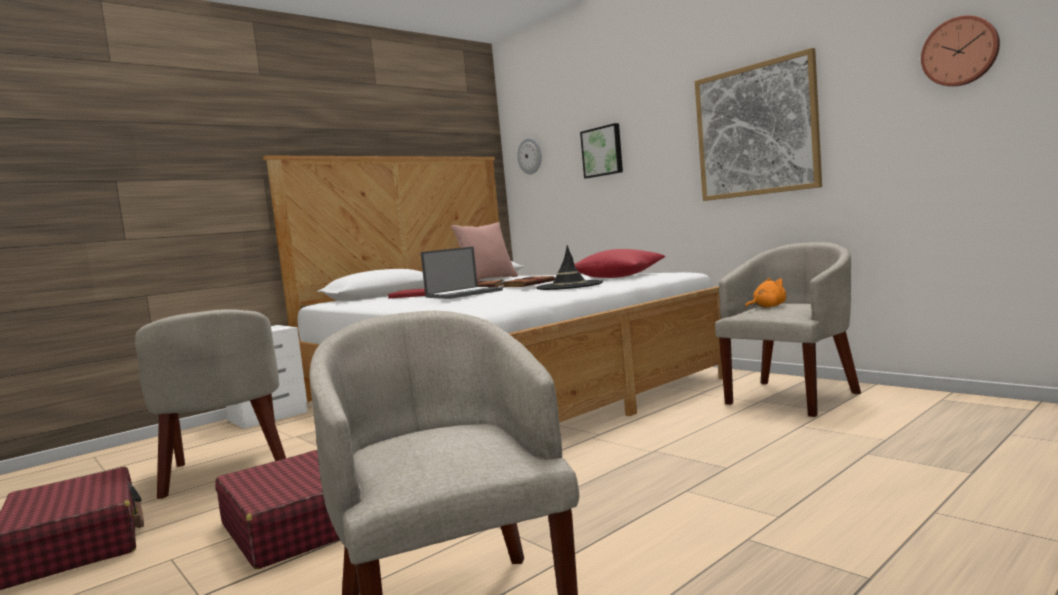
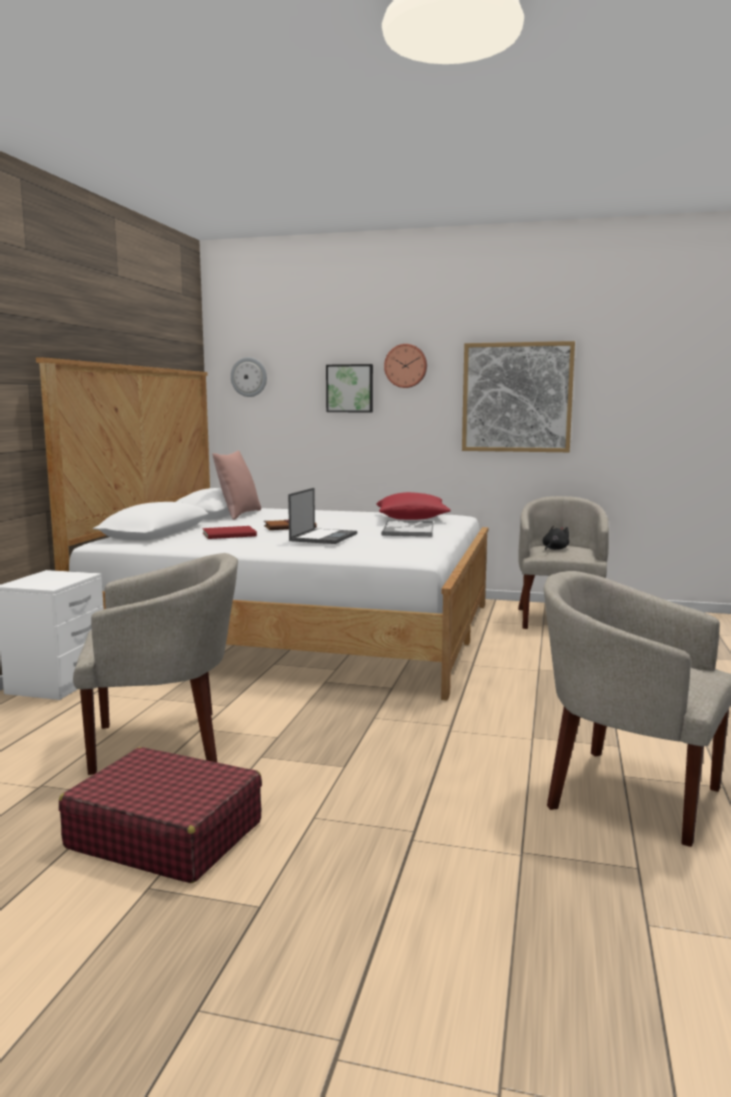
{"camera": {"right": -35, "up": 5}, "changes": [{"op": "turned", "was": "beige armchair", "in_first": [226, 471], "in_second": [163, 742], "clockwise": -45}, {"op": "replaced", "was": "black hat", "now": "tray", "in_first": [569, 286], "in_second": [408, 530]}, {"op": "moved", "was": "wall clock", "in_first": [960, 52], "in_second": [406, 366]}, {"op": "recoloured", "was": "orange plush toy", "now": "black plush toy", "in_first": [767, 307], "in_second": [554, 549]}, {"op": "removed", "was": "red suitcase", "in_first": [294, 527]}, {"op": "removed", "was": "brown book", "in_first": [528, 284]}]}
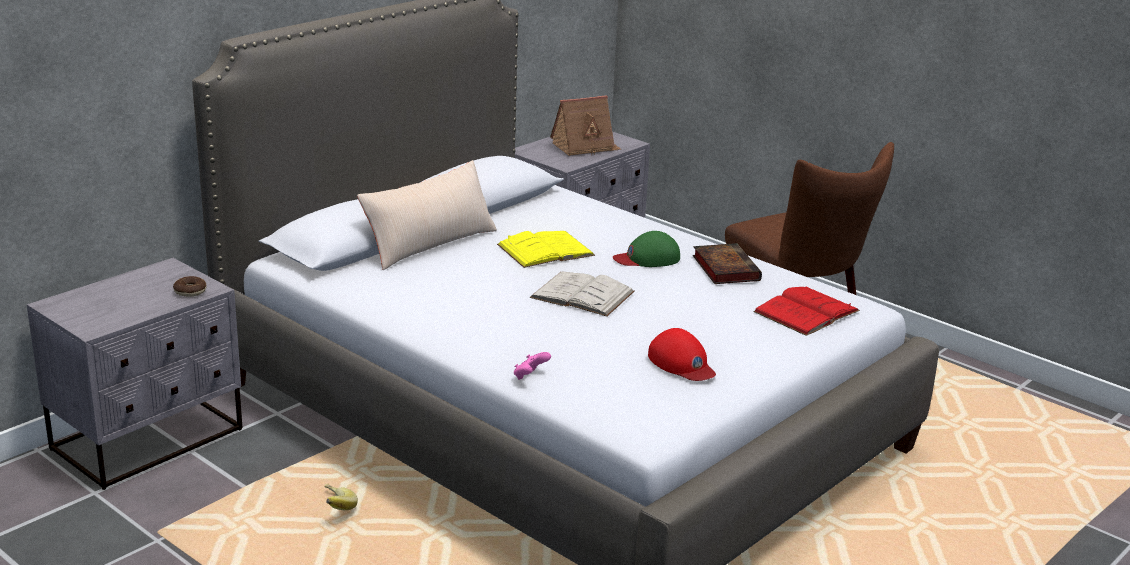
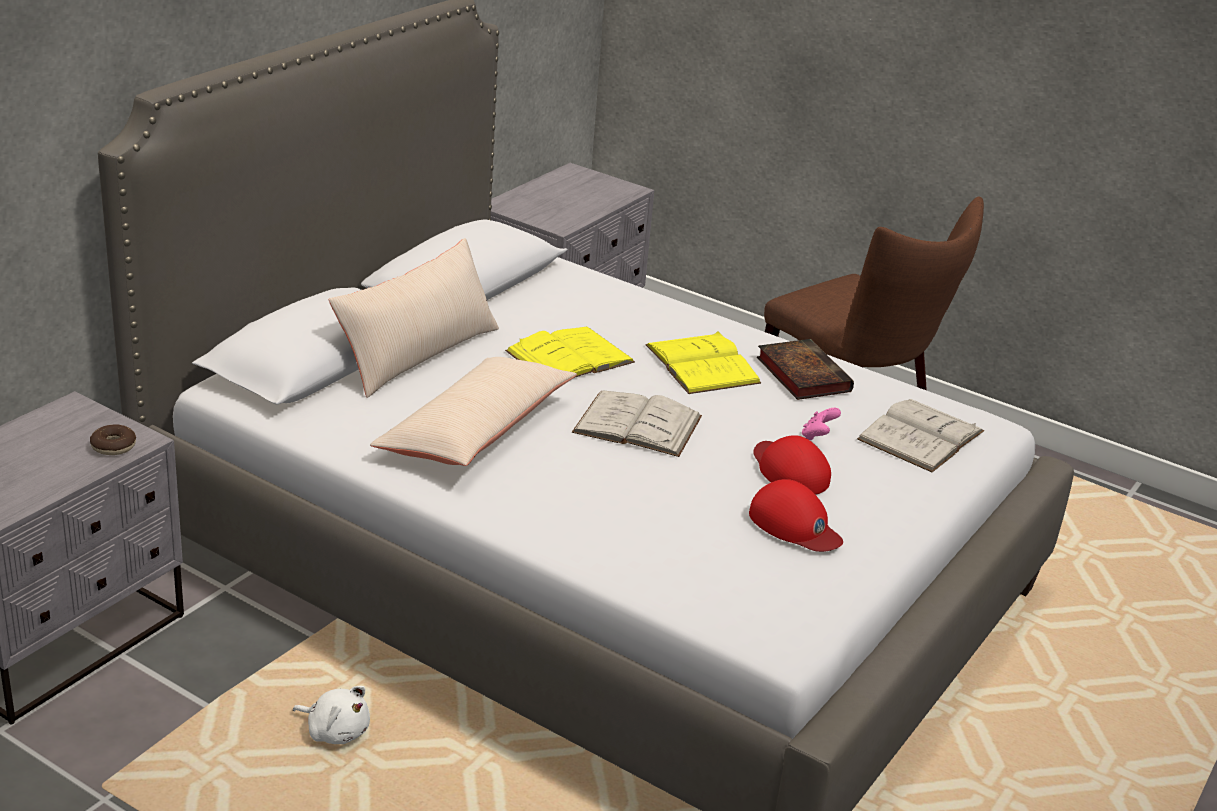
{"camera": {"right": -10, "up": 5}, "changes": [{"op": "replaced", "was": "banana", "now": "white plush toy", "in_first": [334, 509], "in_second": [335, 731]}, {"op": "added", "now": "beige pillow", "in_second": [476, 430]}, {"op": "replaced", "was": "green cap", "now": "yellow book", "in_first": [647, 258], "in_second": [702, 364]}, {"op": "added", "now": "red cap", "in_second": [789, 470]}, {"op": "moved", "was": "pink game controller", "in_first": [530, 376], "in_second": [818, 437]}, {"op": "recoloured", "was": "red book", "now": "white book", "in_first": [806, 311], "in_second": [921, 435]}, {"op": "removed", "was": "toy house", "in_first": [585, 146]}]}
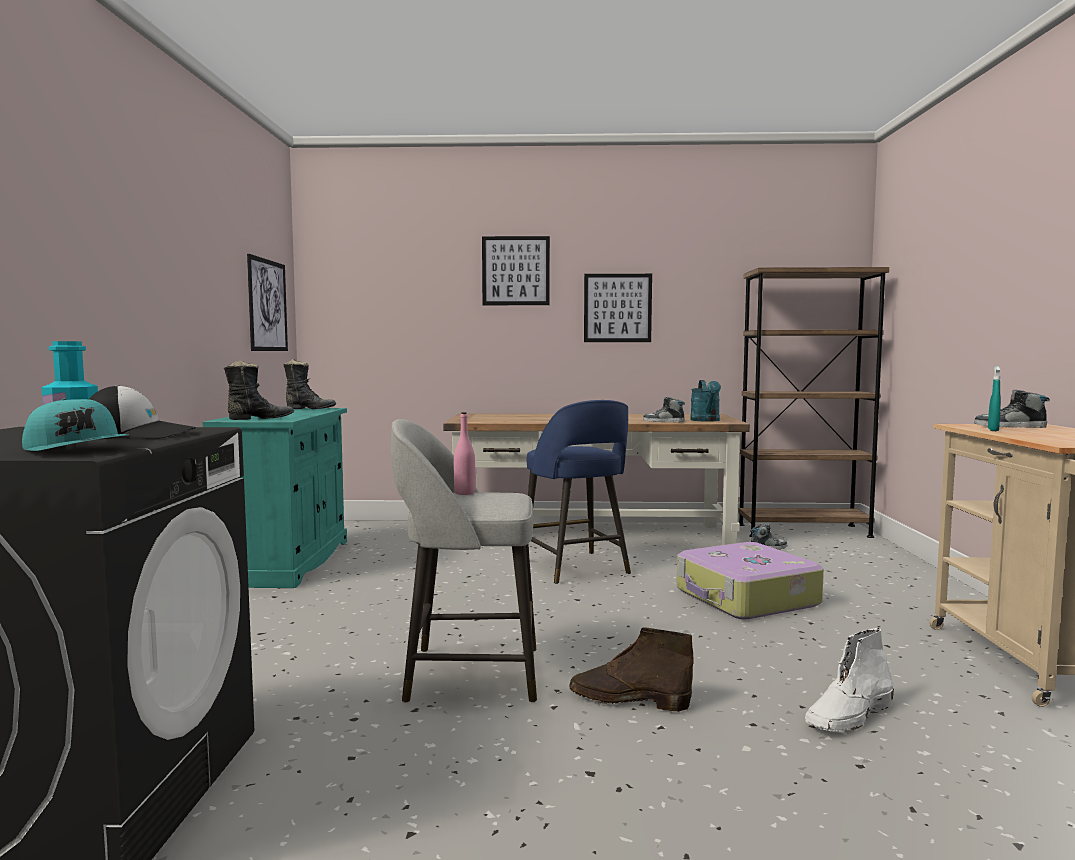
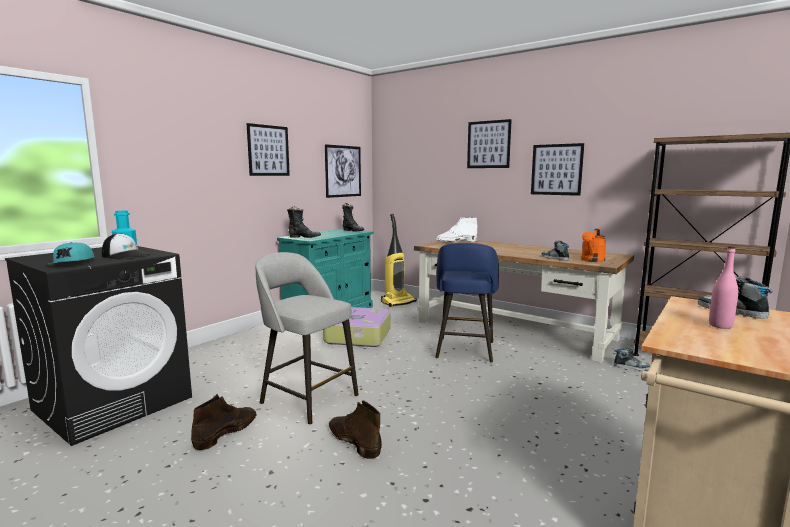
{"camera": {"right": 35, "up": 5}, "changes": [{"op": "added", "now": "brown boot", "in_second": [226, 431]}, {"op": "added", "now": "picture", "in_second": [268, 150]}, {"op": "moved", "was": "suitcase", "in_first": [746, 598], "in_second": [357, 336]}, {"op": "added", "now": "vacuum cleaner", "in_second": [398, 302]}, {"op": "moved", "was": "white boot", "in_first": [849, 715], "in_second": [456, 241]}, {"op": "recoloured", "was": "turquoise watering can", "now": "orange watering can", "in_first": [706, 420], "in_second": [592, 260]}, {"op": "moved", "was": "pink bottle", "in_first": [464, 493], "in_second": [720, 326]}, {"op": "removed", "was": "turquoise spray bottle", "in_first": [993, 430]}]}
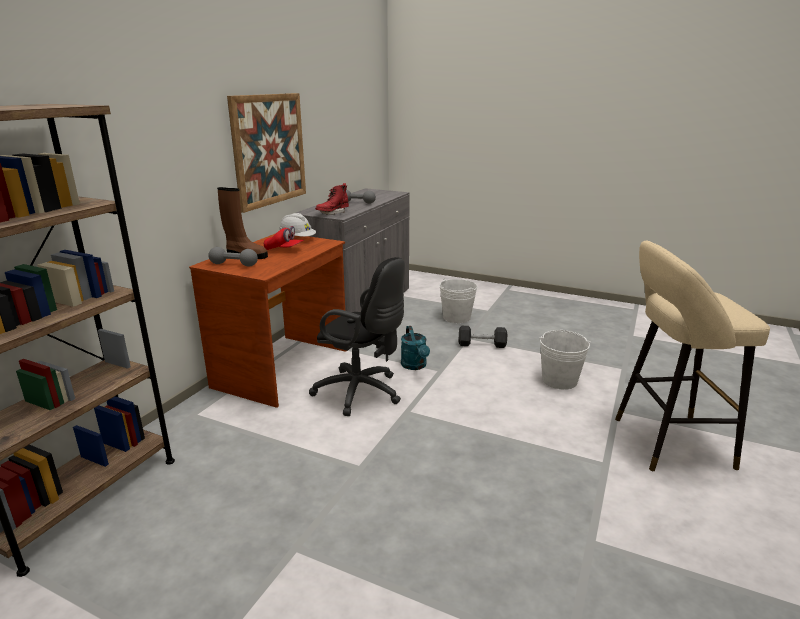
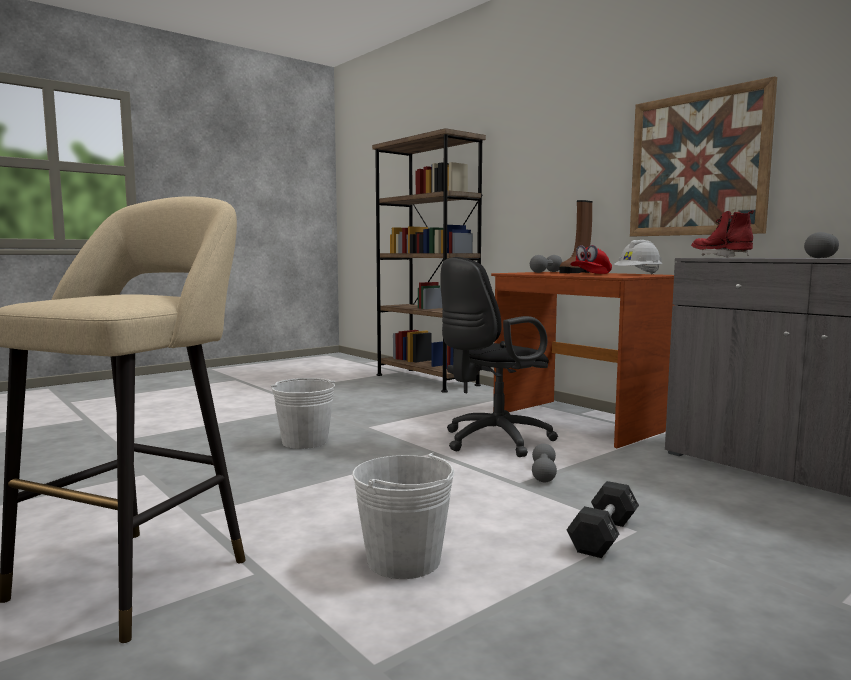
{"camera": {"right": 115, "up": -15}, "changes": [{"op": "moved", "was": "white bucket", "in_first": [456, 317], "in_second": [305, 441]}, {"op": "replaced", "was": "turquoise watering can", "now": "grey dumbbell", "in_first": [415, 366], "in_second": [543, 473]}]}
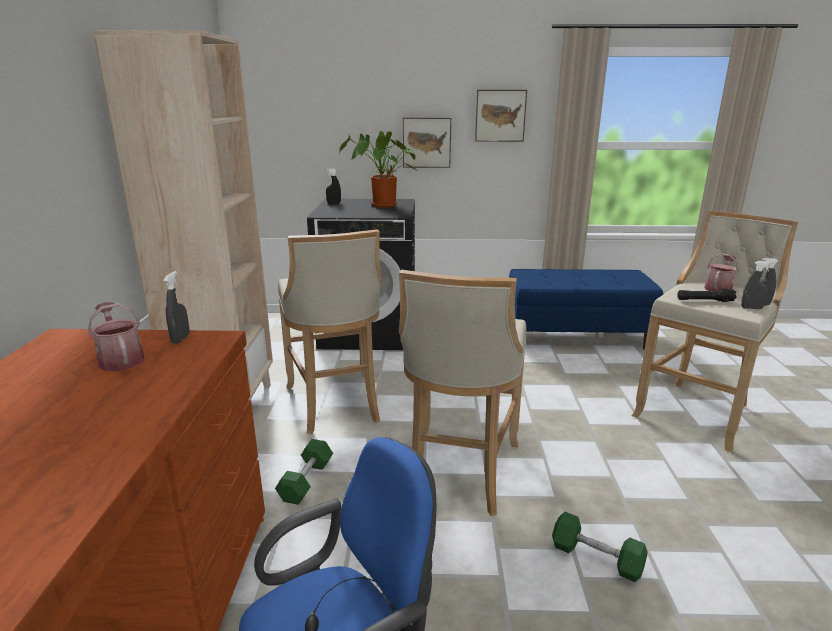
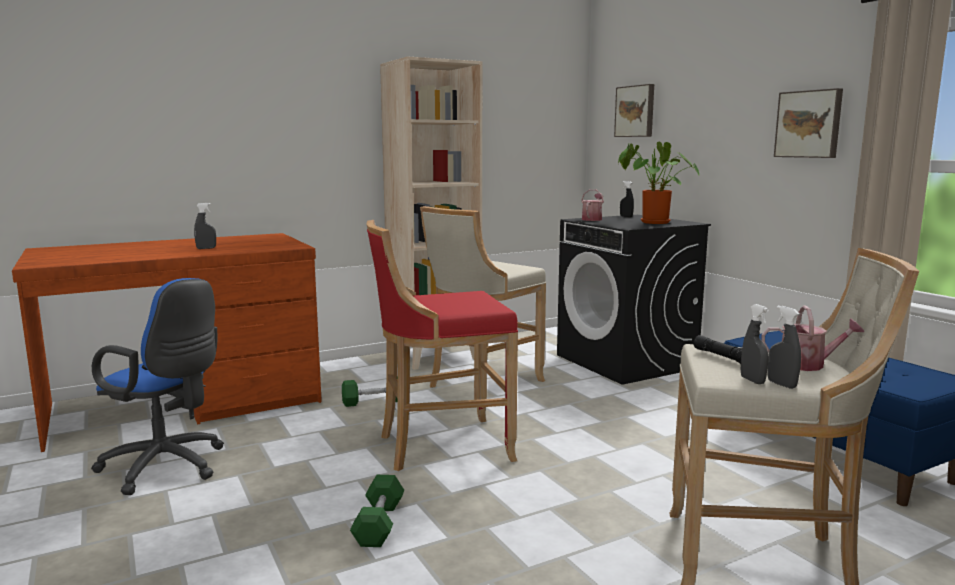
{"camera": {"right": 60, "up": -10}, "changes": [{"op": "moved", "was": "grey spray bottle", "in_first": [180, 339], "in_second": [206, 248]}, {"op": "recoloured", "was": "beige stool", "now": "red stool", "in_first": [459, 473], "in_second": [440, 446]}, {"op": "moved", "was": "watering can", "in_first": [120, 359], "in_second": [592, 219]}, {"op": "moved", "was": "picture", "in_first": [426, 142], "in_second": [635, 111]}]}
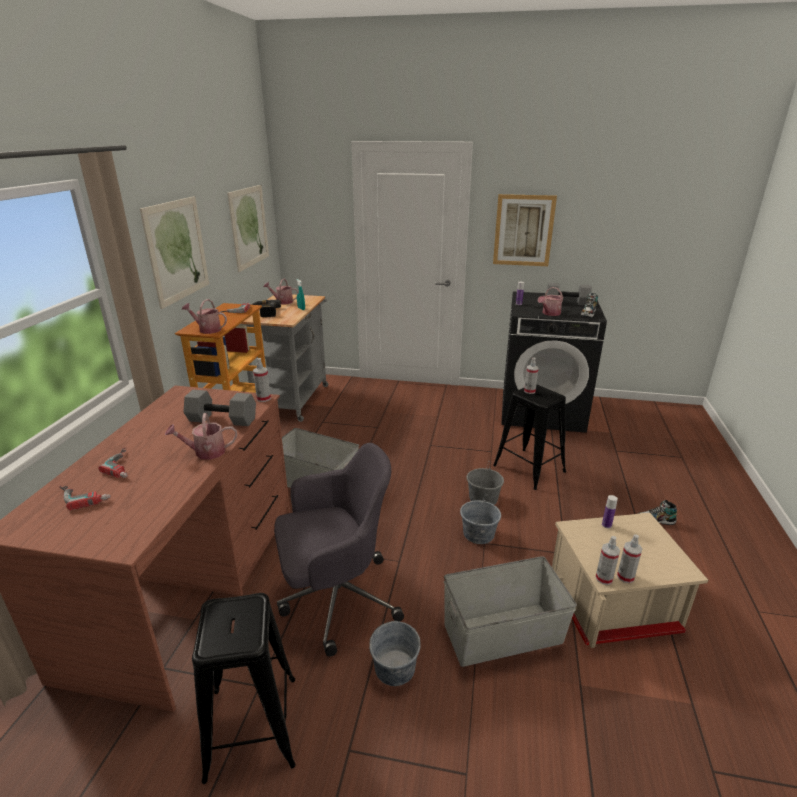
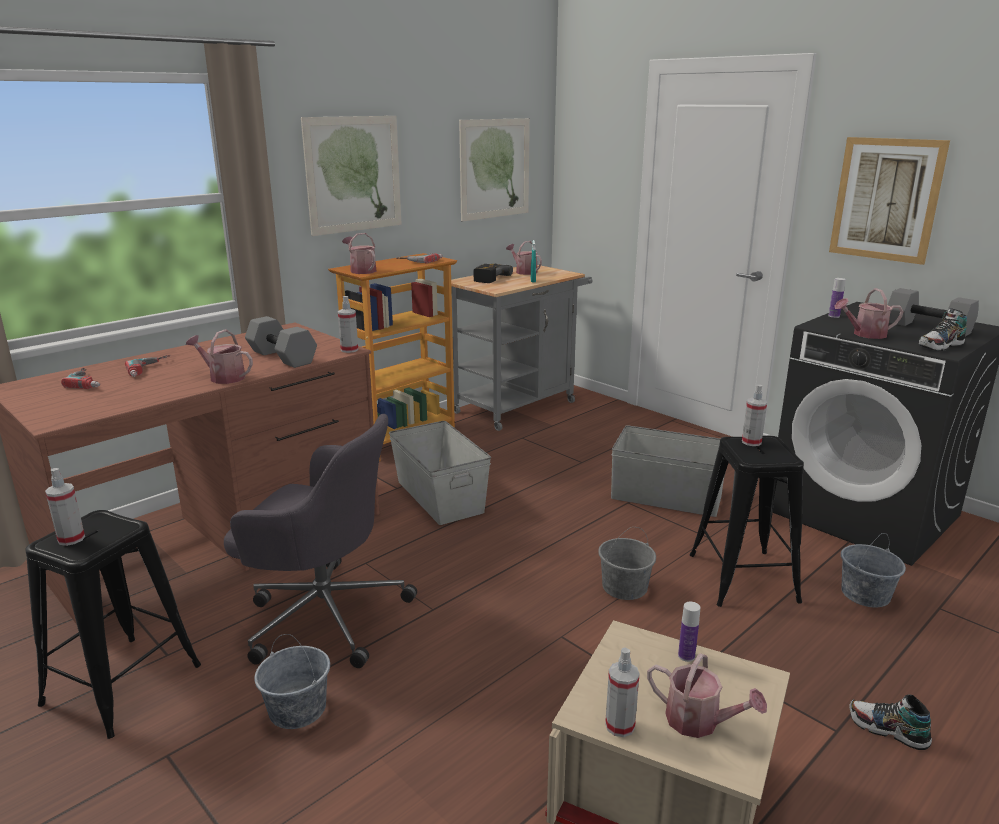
{"camera": {"right": 35, "up": -5}, "changes": [{"op": "moved", "was": "spray bottle", "in_first": [604, 578], "in_second": [71, 539]}, {"op": "moved", "was": "grey storage box", "in_first": [503, 634], "in_second": [666, 497]}, {"op": "added", "now": "watering can", "in_second": [699, 722]}, {"op": "moved", "was": "grey bucket", "in_first": [478, 534], "in_second": [865, 594]}]}
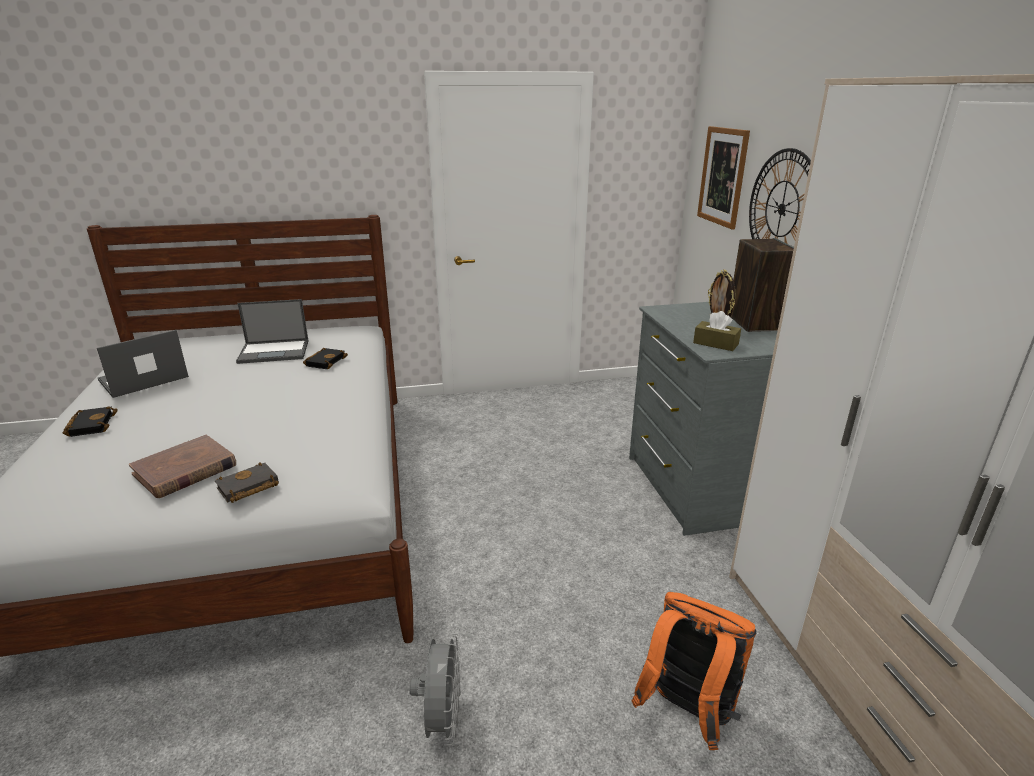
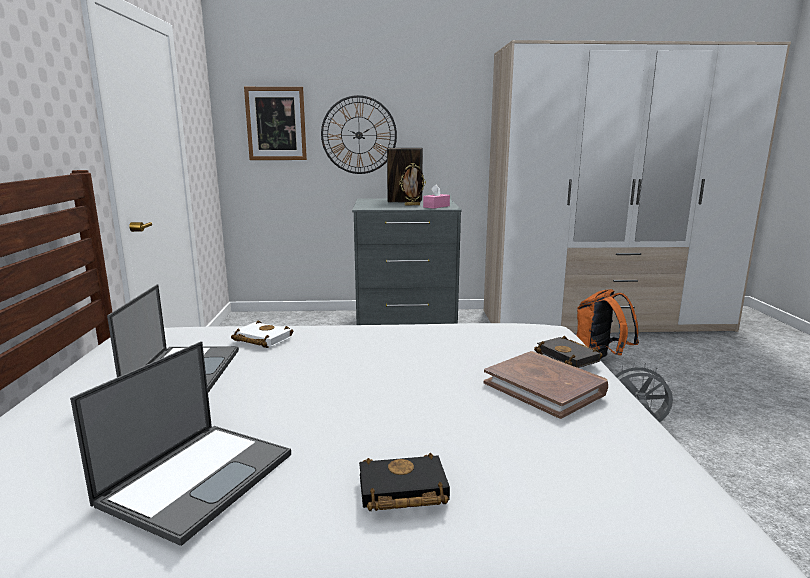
{"camera": {"right": -80, "up": -10}, "changes": [{"op": "turned", "was": "laptop", "in_first": [142, 379], "in_second": [198, 477], "clockwise": -120}, {"op": "recoloured", "was": "black book", "now": "white book", "in_first": [325, 361], "in_second": [260, 339]}, {"op": "recoloured", "was": "brown tissue box", "now": "pink tissue box", "in_first": [715, 343], "in_second": [436, 206]}]}
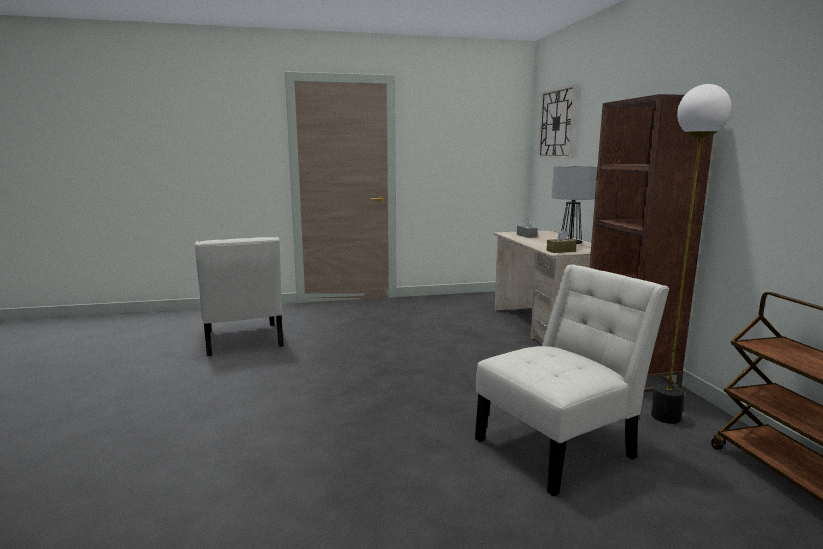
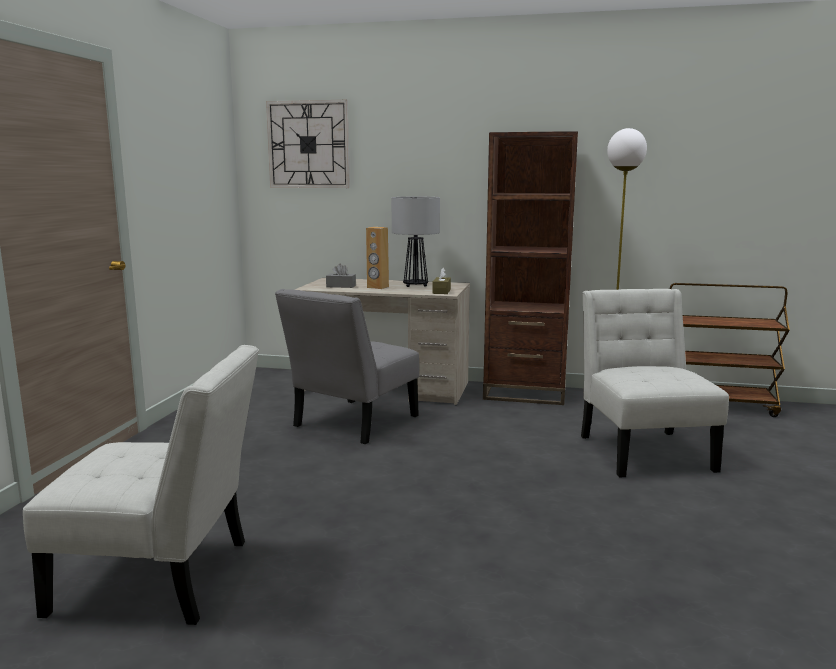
{"camera": {"right": -65, "up": 0}, "changes": [{"op": "added", "now": "grey chair", "in_second": [351, 423]}, {"op": "added", "now": "brown speaker", "in_second": [377, 287]}]}
